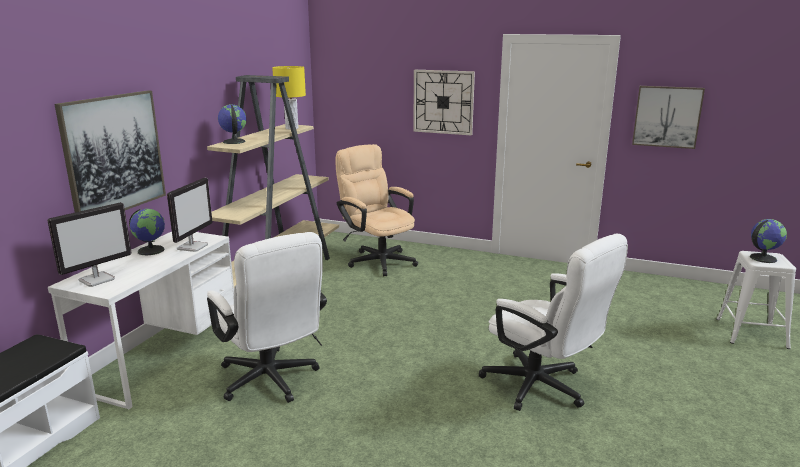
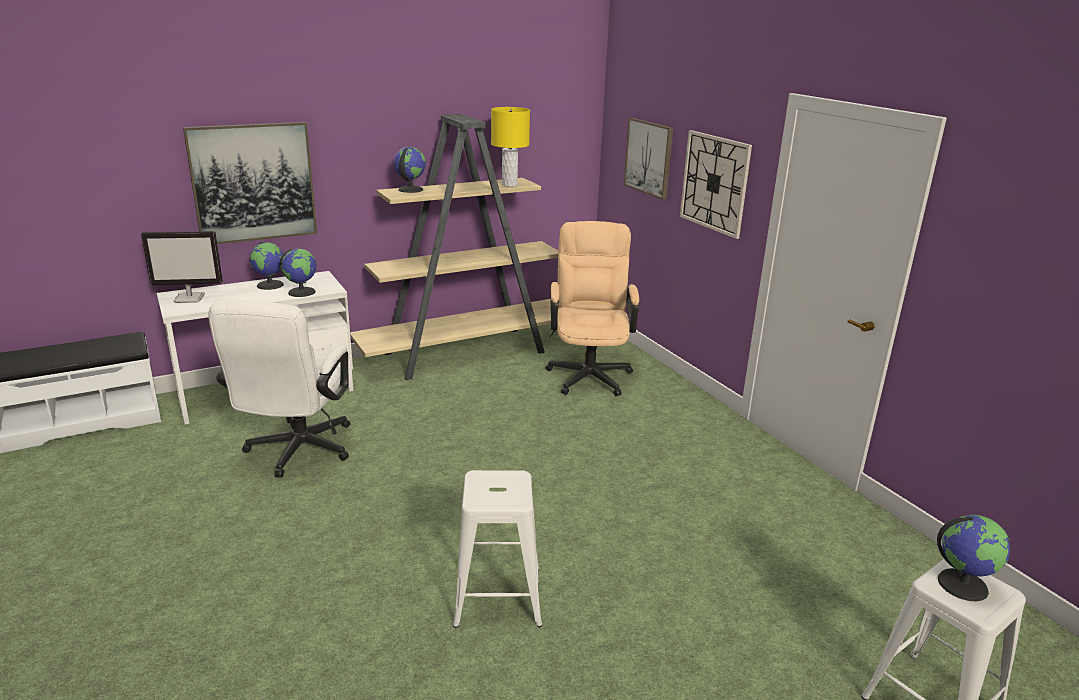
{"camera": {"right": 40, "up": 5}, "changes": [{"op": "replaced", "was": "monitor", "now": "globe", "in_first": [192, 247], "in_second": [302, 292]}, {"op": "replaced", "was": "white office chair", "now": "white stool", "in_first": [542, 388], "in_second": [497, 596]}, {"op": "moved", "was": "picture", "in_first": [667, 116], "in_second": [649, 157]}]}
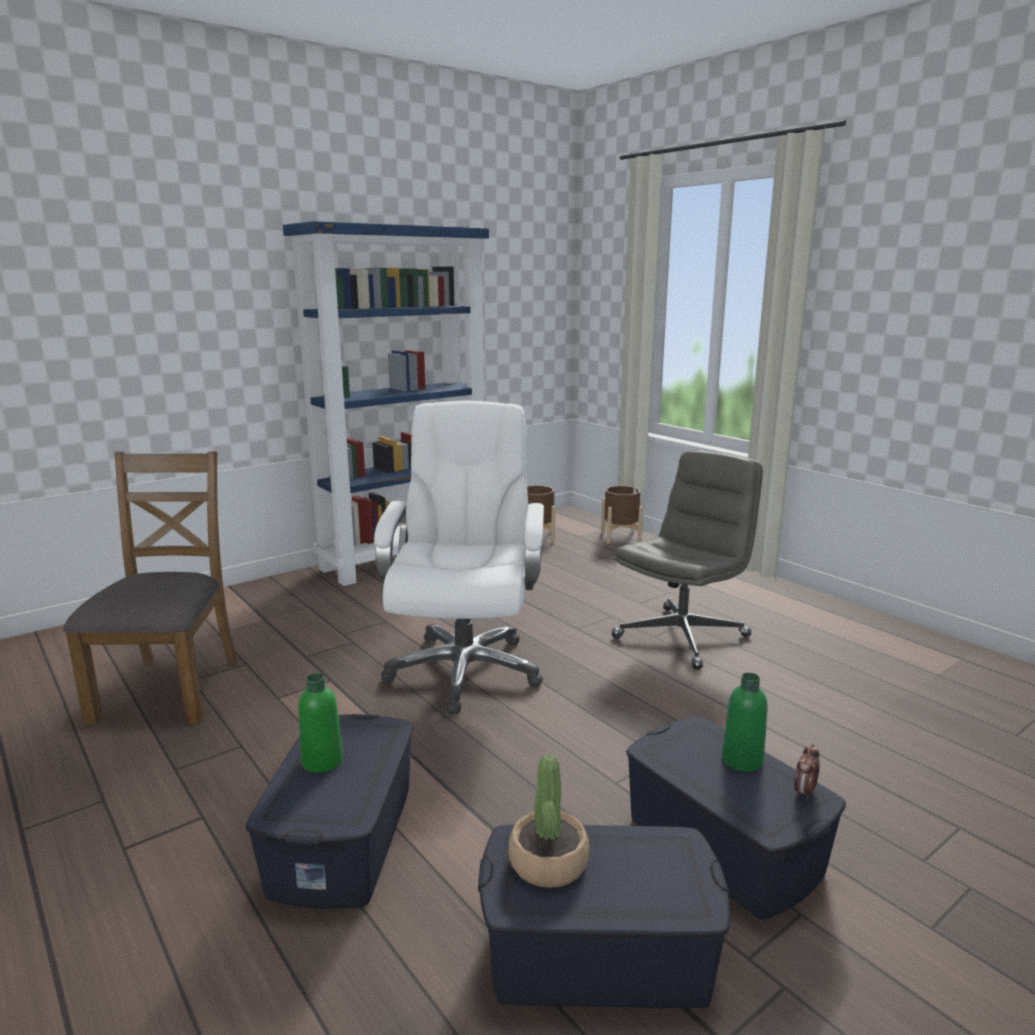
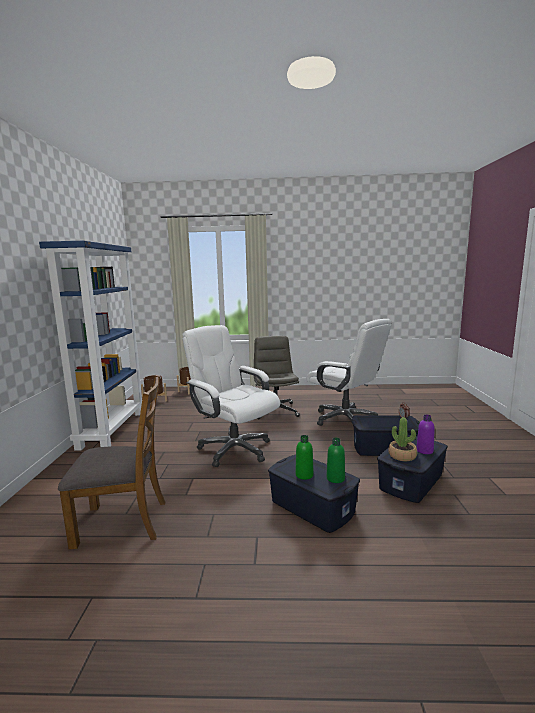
{"camera": {"right": -50, "up": -5}, "changes": [{"op": "turned", "was": "brown chair", "in_first": [170, 688], "in_second": [123, 522], "clockwise": 135}, {"op": "added", "now": "white office chair", "in_second": [346, 419]}, {"op": "moved", "was": "green bottle", "in_first": [742, 760], "in_second": [335, 478]}, {"op": "added", "now": "purple bottle", "in_second": [424, 451]}]}
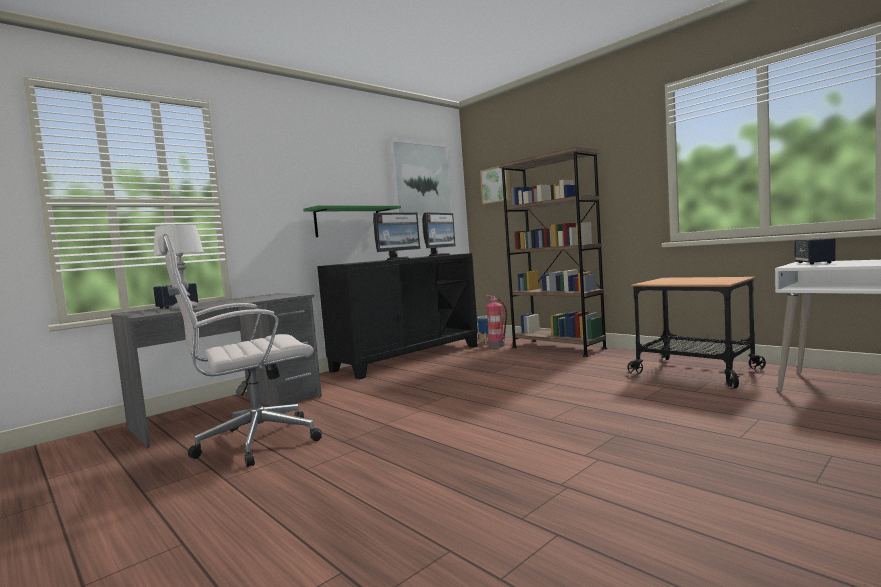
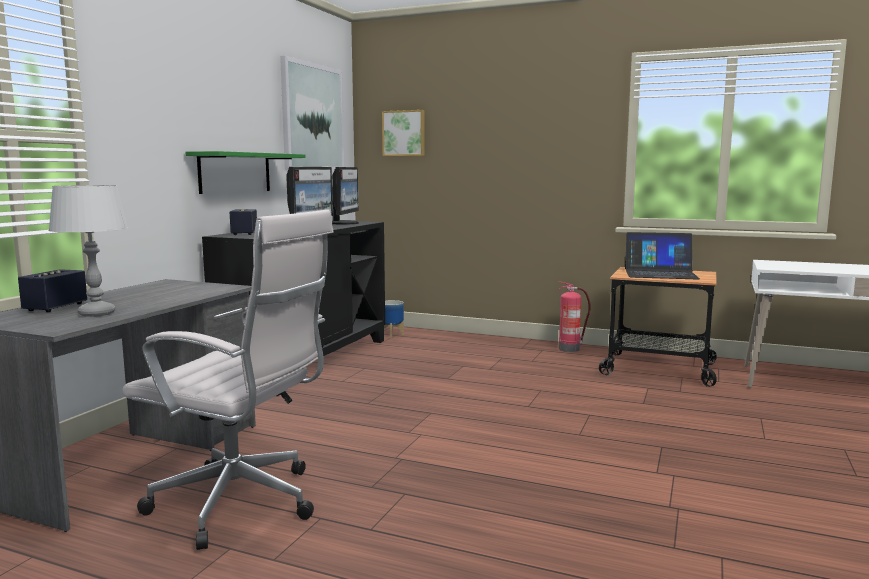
{"camera": {"right": -25, "up": 5}, "changes": [{"op": "turned", "was": "white office chair", "in_first": [252, 443], "in_second": [242, 504], "clockwise": -105}, {"op": "moved", "was": "speaker", "in_first": [814, 263], "in_second": [244, 233]}, {"op": "moved", "was": "fire extinguisher", "in_first": [497, 346], "in_second": [570, 349]}, {"op": "added", "now": "laptop", "in_second": [660, 273]}, {"op": "removed", "was": "brown bookcase", "in_first": [558, 348]}]}
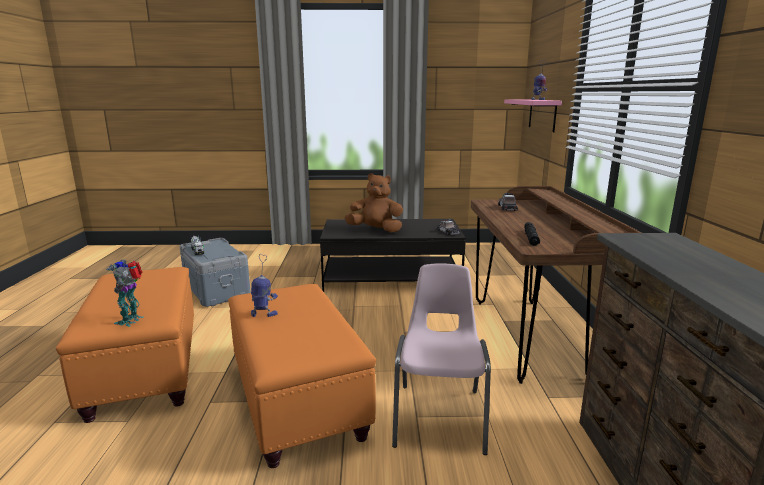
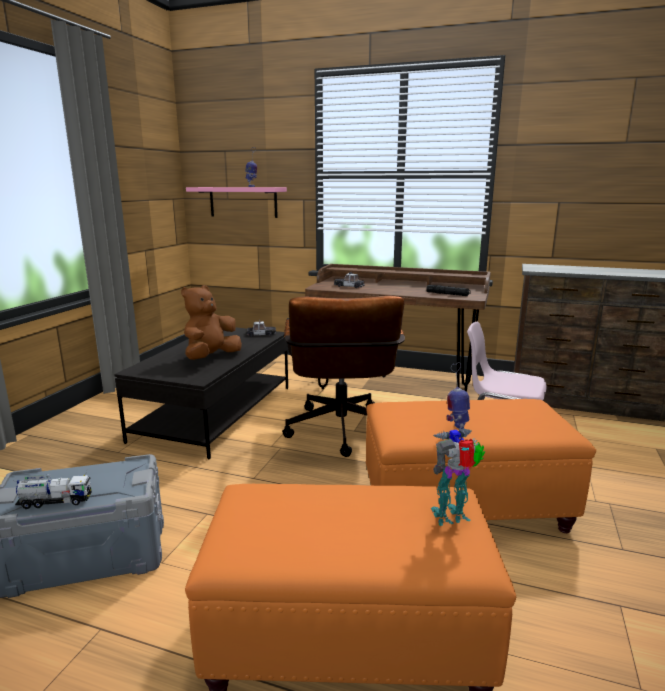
{"camera": {"right": -70, "up": 0}, "changes": [{"op": "added", "now": "brown office chair", "in_second": [341, 434]}, {"op": "turned", "was": "toy robot", "in_first": [132, 320], "in_second": [452, 517], "clockwise": 135}]}
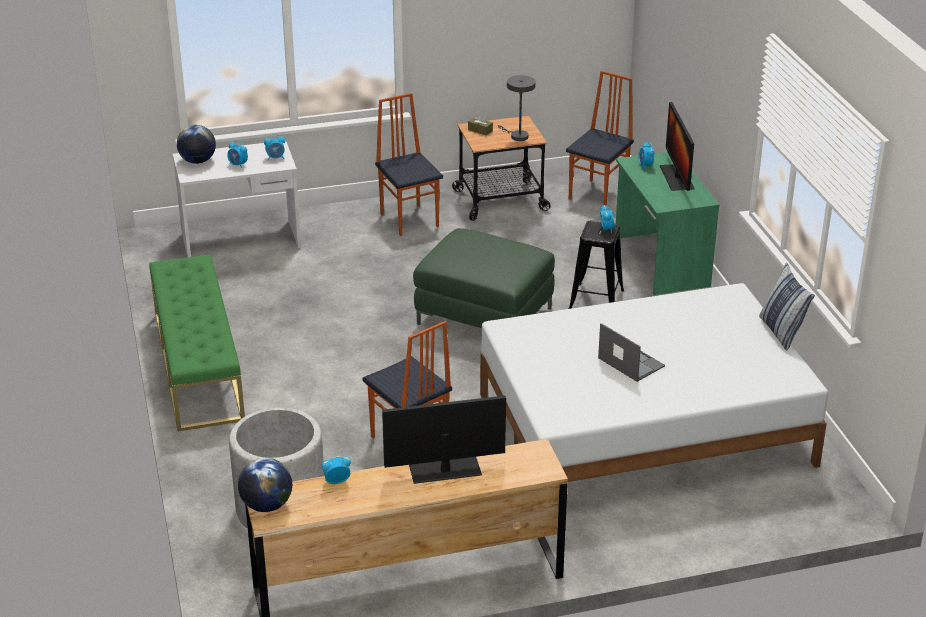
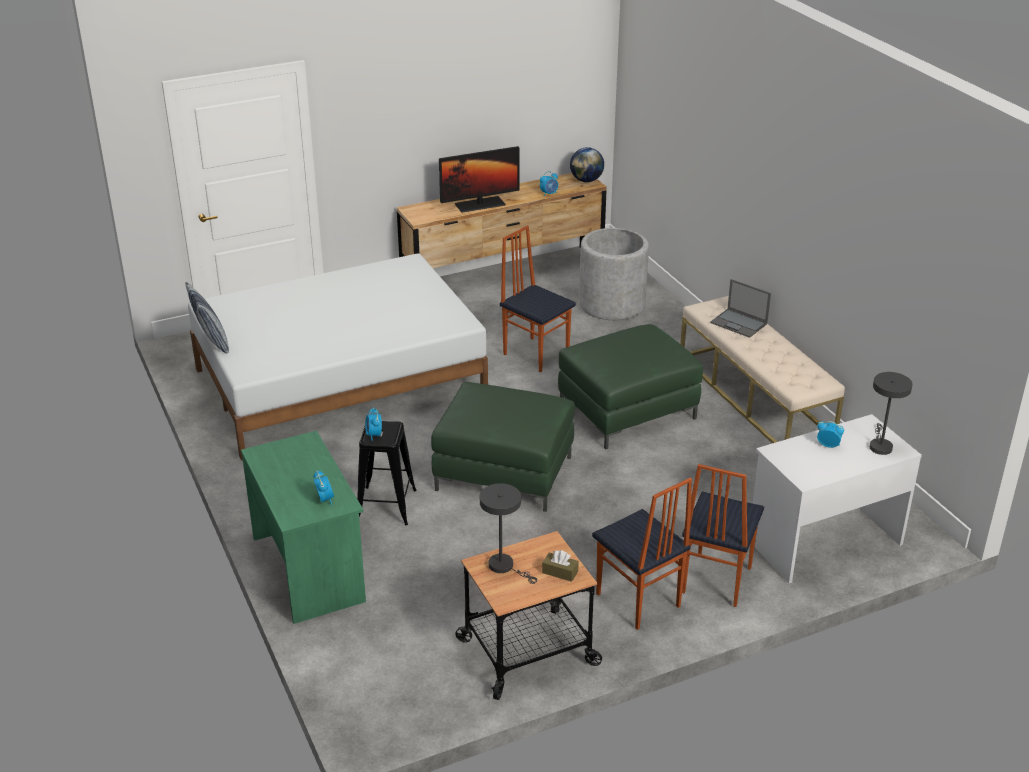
{"camera": {"right": 170, "up": 0}, "changes": [{"op": "added", "now": "green ottoman", "in_second": [627, 412]}, {"op": "recoloured", "was": "green bench", "now": "beige bench", "in_first": [198, 365], "in_second": [754, 396]}, {"op": "moved", "was": "chair", "in_first": [599, 195], "in_second": [715, 580]}, {"op": "moved", "was": "laptop", "in_first": [630, 362], "in_second": [739, 323]}, {"op": "replaced", "was": "globe", "now": "grey table lamp", "in_first": [197, 161], "in_second": [880, 445]}, {"op": "removed", "was": "alarm clock", "in_first": [276, 158]}, {"op": "removed", "was": "monitor", "in_first": [676, 177]}]}
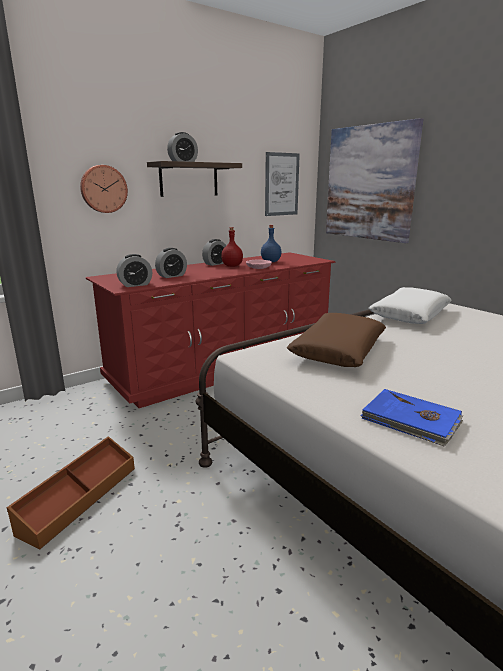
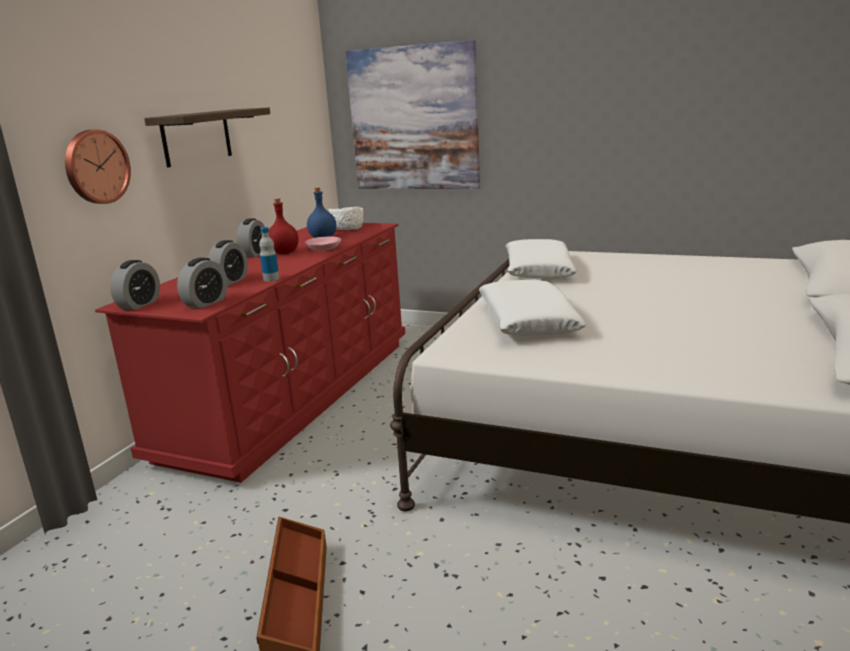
{"camera": {"right": -30, "up": 0}, "changes": [{"op": "moved", "was": "alarm clock", "in_first": [183, 162], "in_second": [139, 304]}, {"op": "added", "now": "bottle", "in_second": [271, 279]}, {"op": "added", "now": "white bowl", "in_second": [347, 229]}, {"op": "recoloured", "was": "brown pillow", "now": "white pillow", "in_first": [338, 350], "in_second": [527, 321]}, {"op": "removed", "was": "picture", "in_first": [281, 184]}, {"op": "removed", "was": "blue book", "in_first": [411, 420]}]}
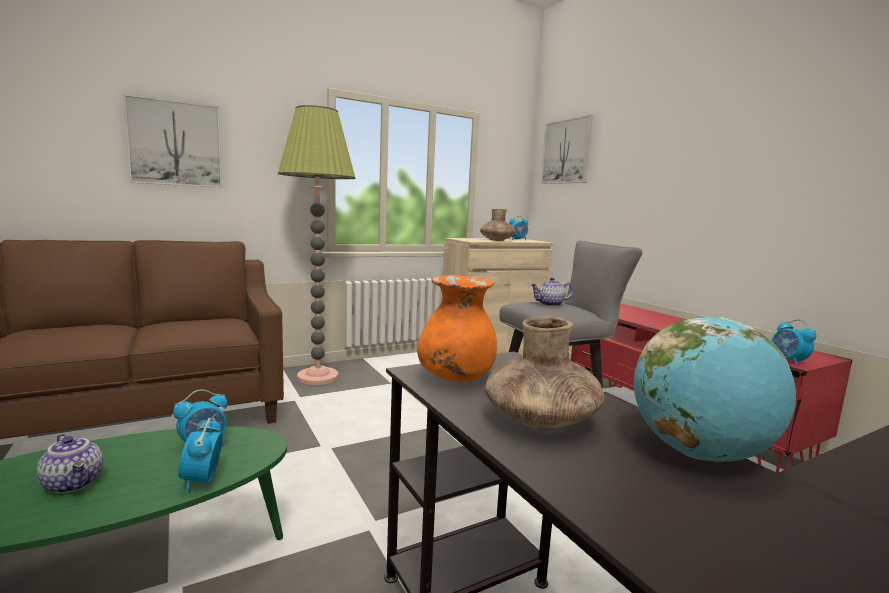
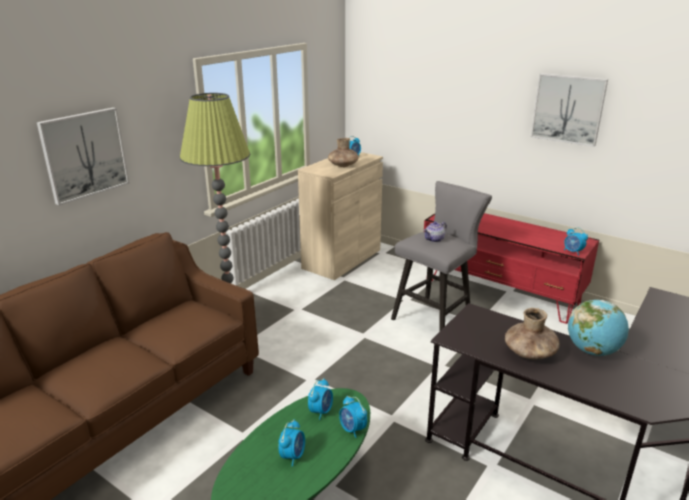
{"camera": {"right": -25, "up": 15}, "changes": [{"op": "replaced", "was": "teapot", "now": "alarm clock", "in_first": [75, 483], "in_second": [293, 456]}, {"op": "moved", "was": "picture", "in_first": [566, 152], "in_second": [568, 109]}, {"op": "removed", "was": "orange vase", "in_first": [455, 378]}]}
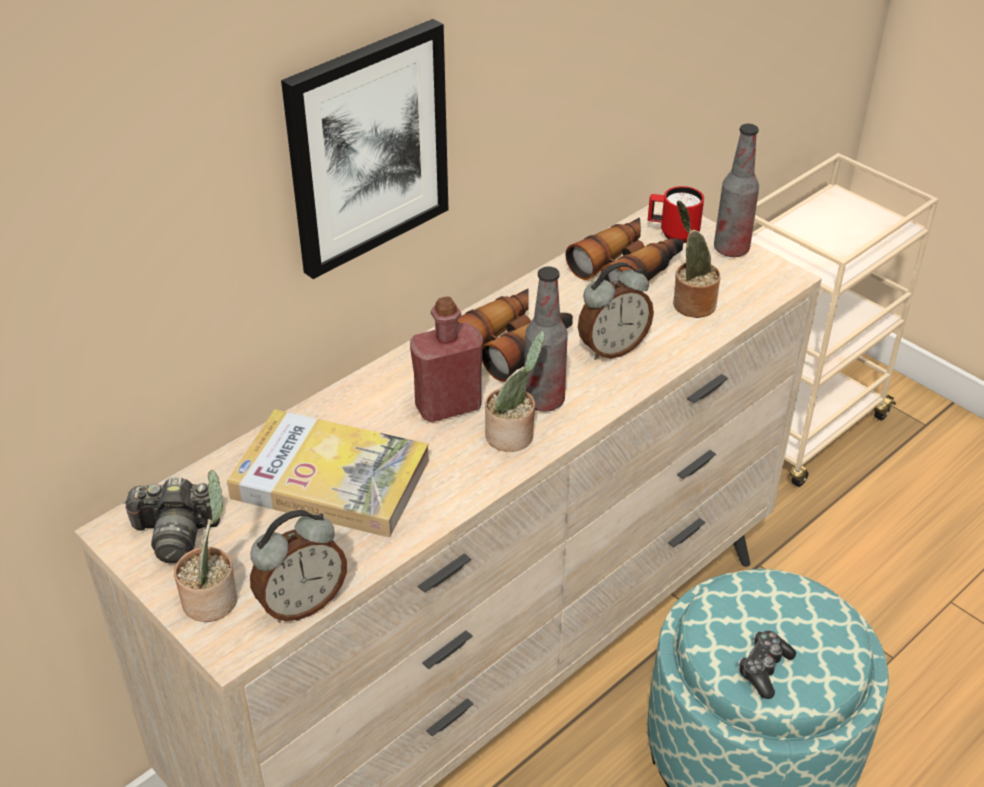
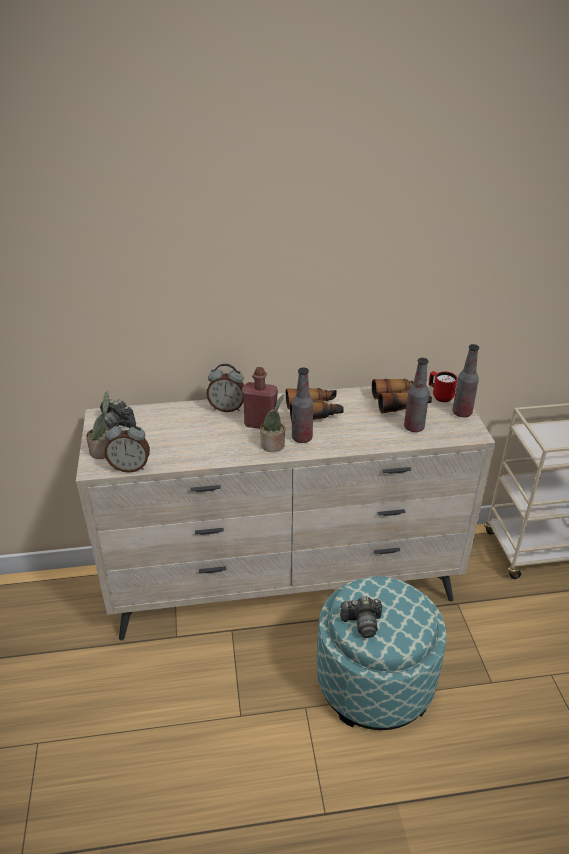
{"camera": {"right": 35, "up": -5}, "changes": [{"op": "moved", "was": "alarm clock", "in_first": [612, 348], "in_second": [227, 408]}, {"op": "replaced", "was": "game controller", "now": "photo camera", "in_first": [763, 669], "in_second": [362, 623]}, {"op": "replaced", "was": "potted plant", "now": "bottle", "in_first": [690, 304], "in_second": [414, 427]}, {"op": "removed", "was": "book", "in_first": [330, 479]}, {"op": "removed", "was": "picture", "in_first": [367, 148]}]}
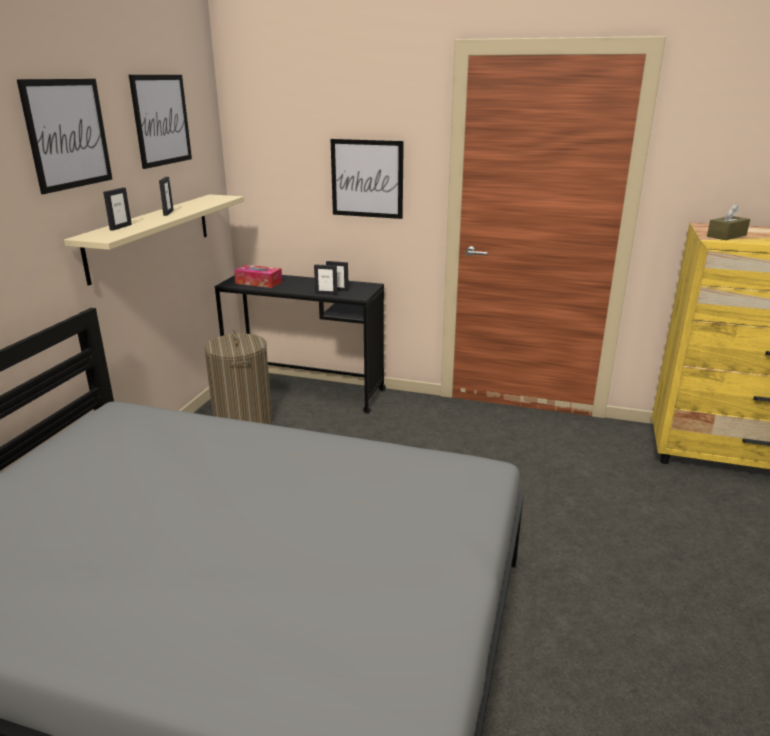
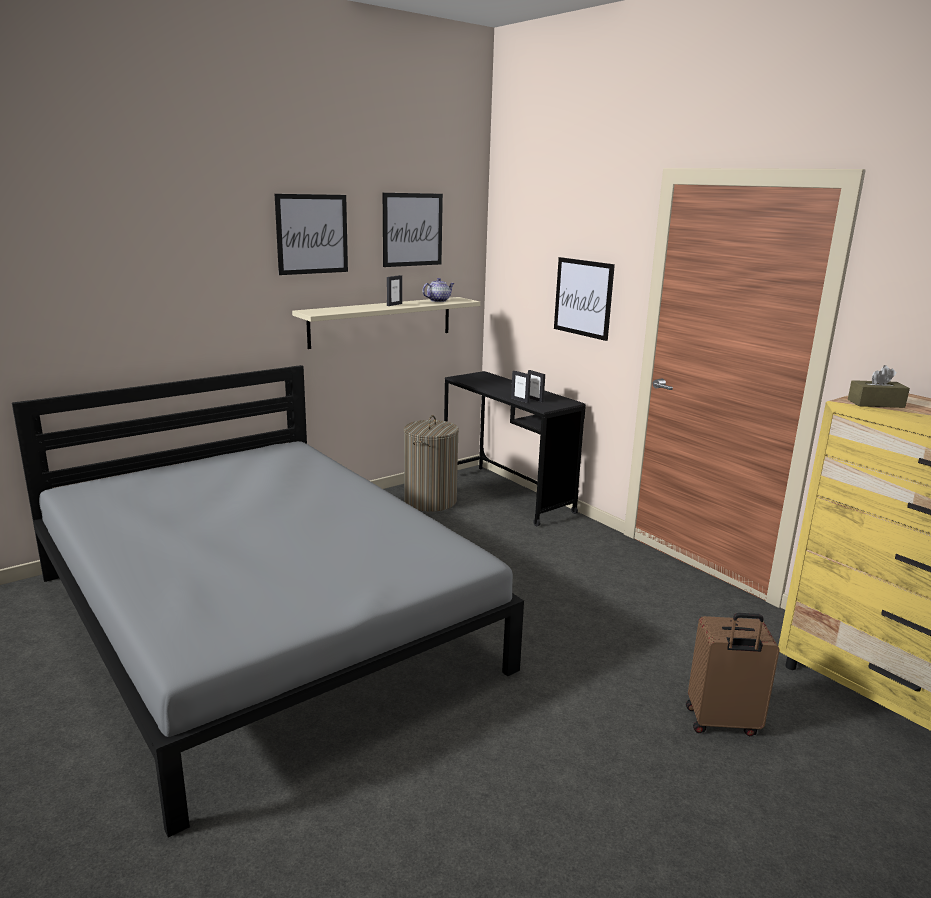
{"camera": {"right": 35, "up": -5}, "changes": [{"op": "added", "now": "teapot", "in_second": [438, 301]}, {"op": "added", "now": "brown suitcase", "in_second": [722, 722]}, {"op": "removed", "was": "picture frame", "in_first": [120, 227]}, {"op": "removed", "was": "tissue box", "in_first": [258, 282]}]}
